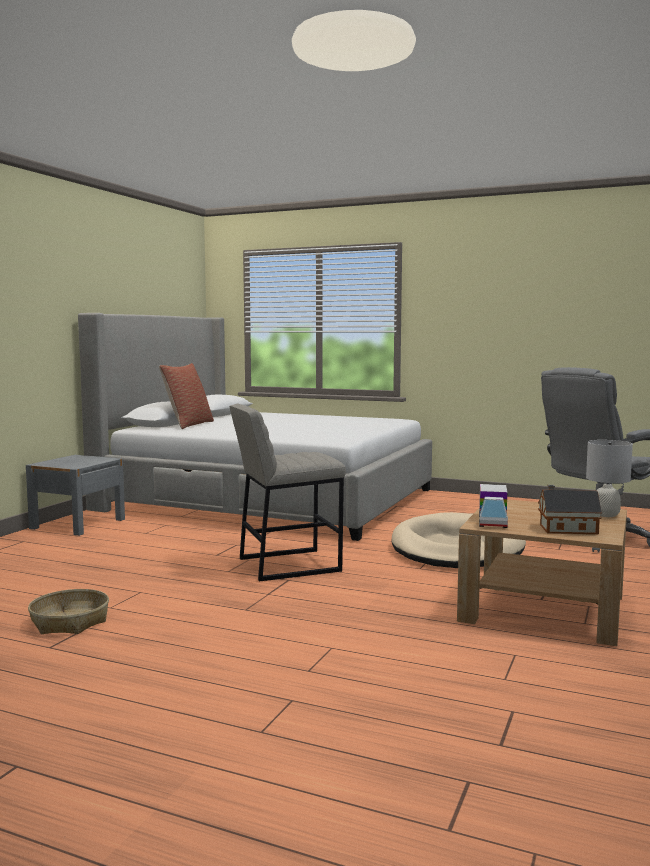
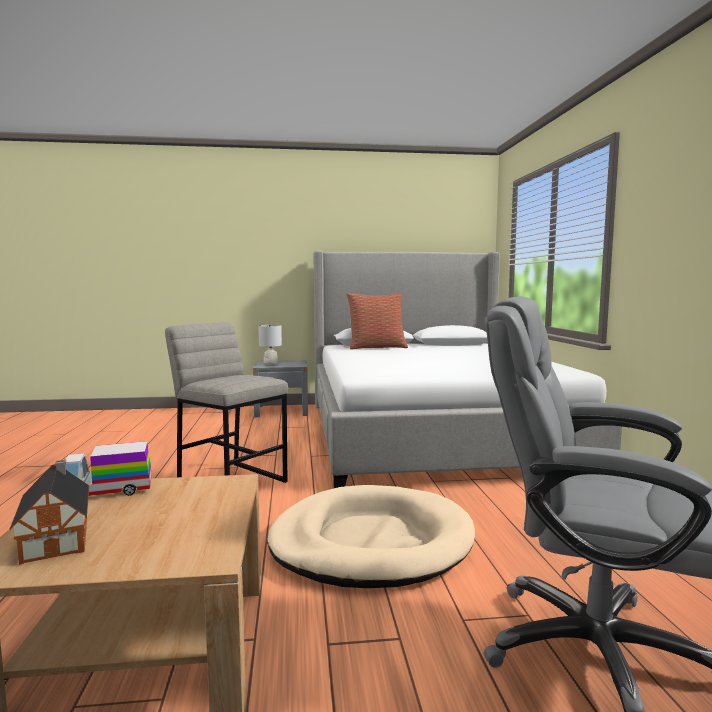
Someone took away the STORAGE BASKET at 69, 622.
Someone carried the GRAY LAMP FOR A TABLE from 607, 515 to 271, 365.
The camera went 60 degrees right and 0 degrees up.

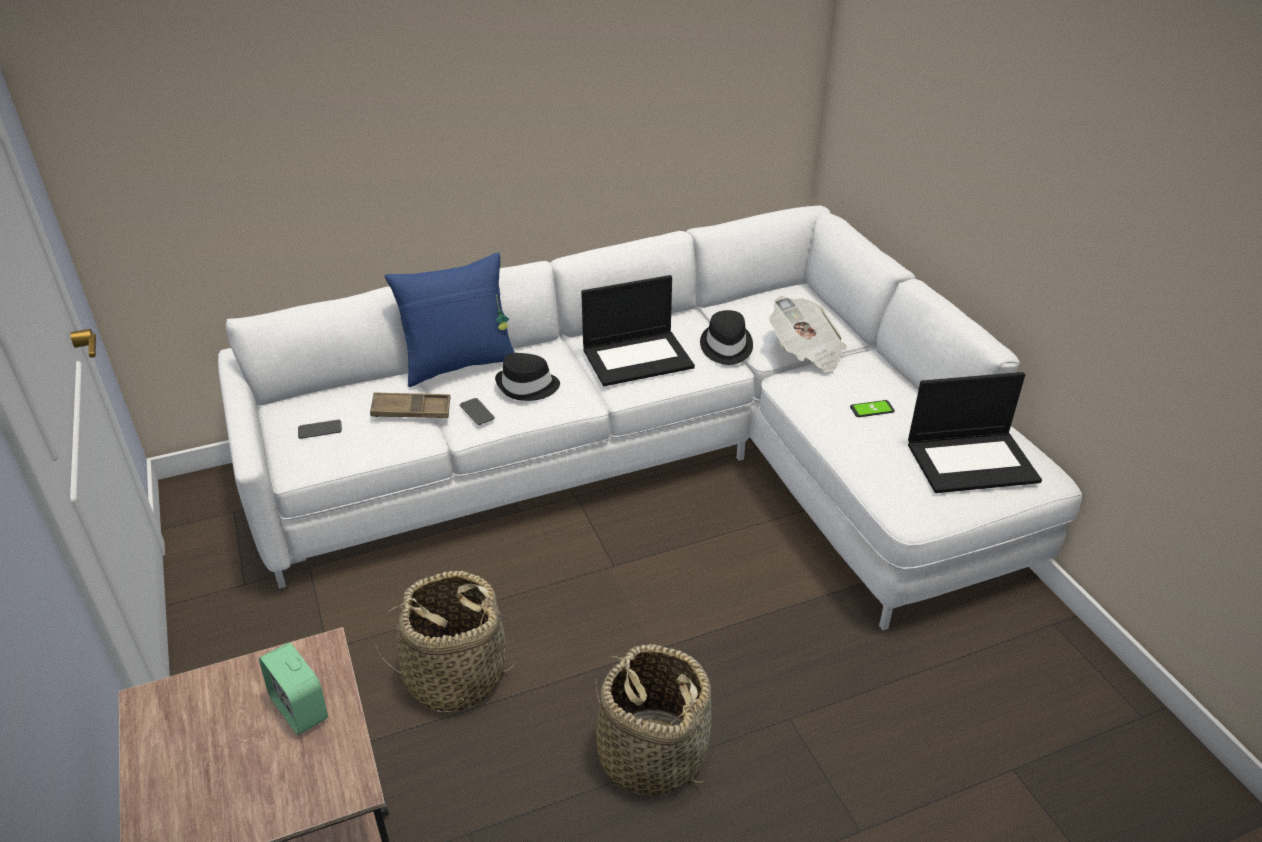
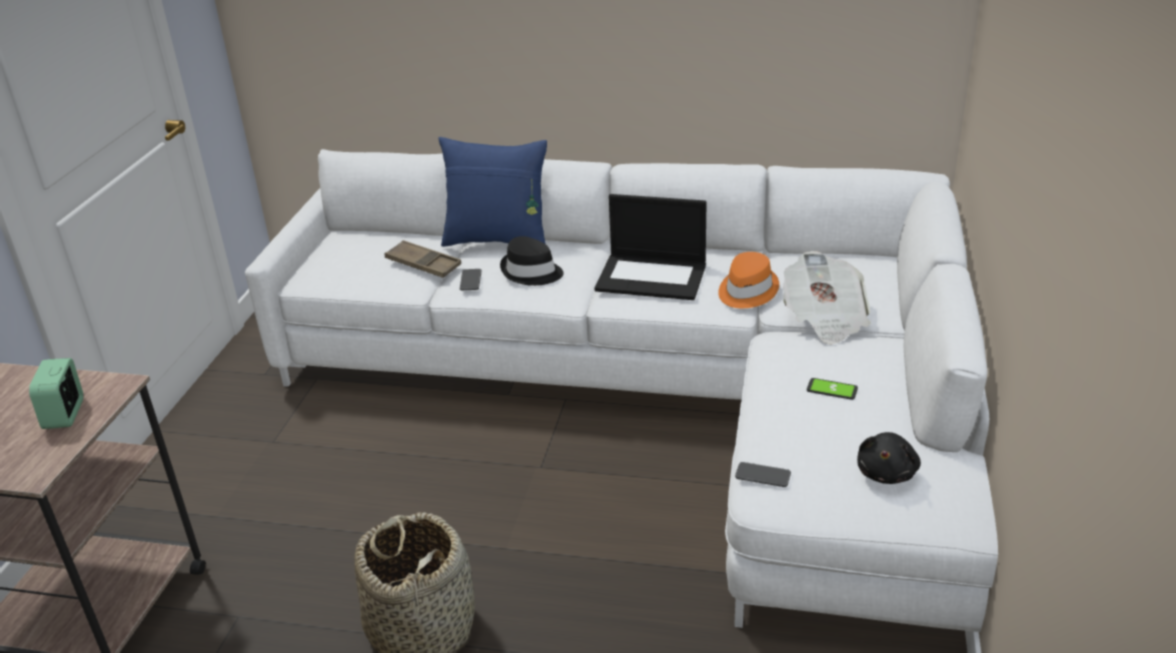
Someone carried the TELEPHONE from 320, 430 to 762, 475.
Someone took away the STORAGE BASKET at 455, 675.
Someone repainted the BLACK WEARABLE HAT at 726, 347, which became the ORANGE-COLOURED WEARABLE HAT at 746, 291.
Someone swapped the LAPTOP at 972, 461 for the BLACK PLUSH TOY at 887, 473.
The camera went 35 degrees right and 5 degrees down.

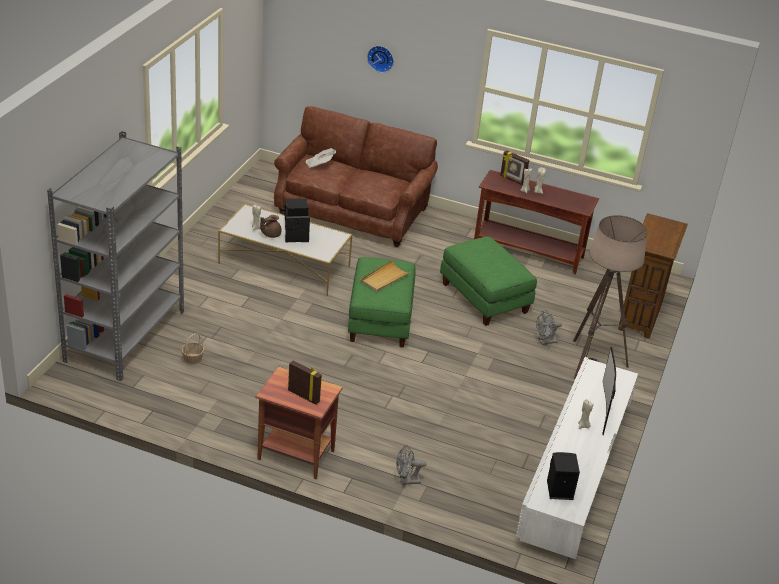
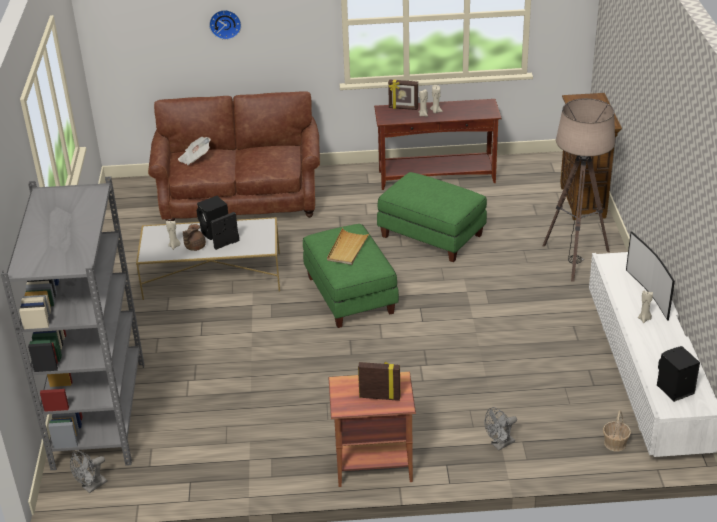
Someone carried the STORAGE BASKET from 192, 360 to 615, 443.
Someone carried the GRAY ELECTRIC FAN from 545, 342 to 91, 487.
The camera went 20 degrees left and 0 degrees up.

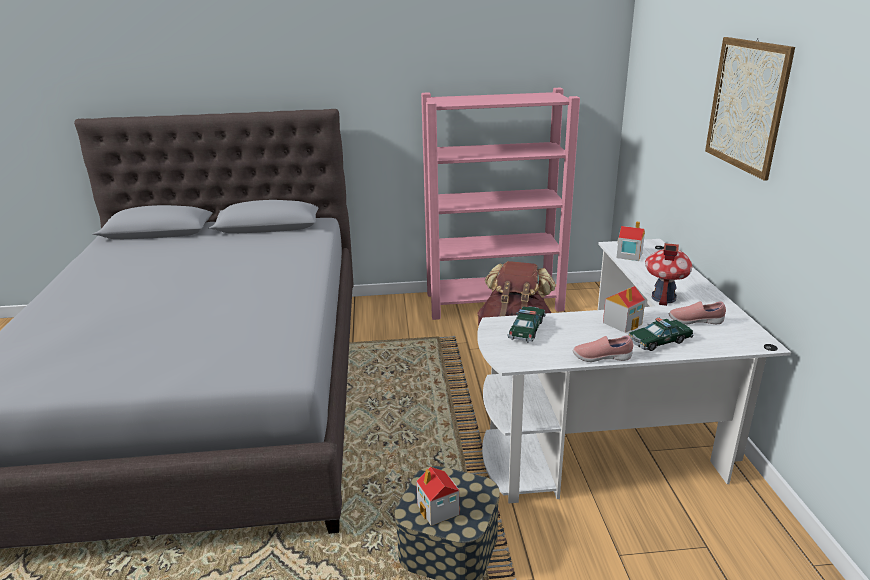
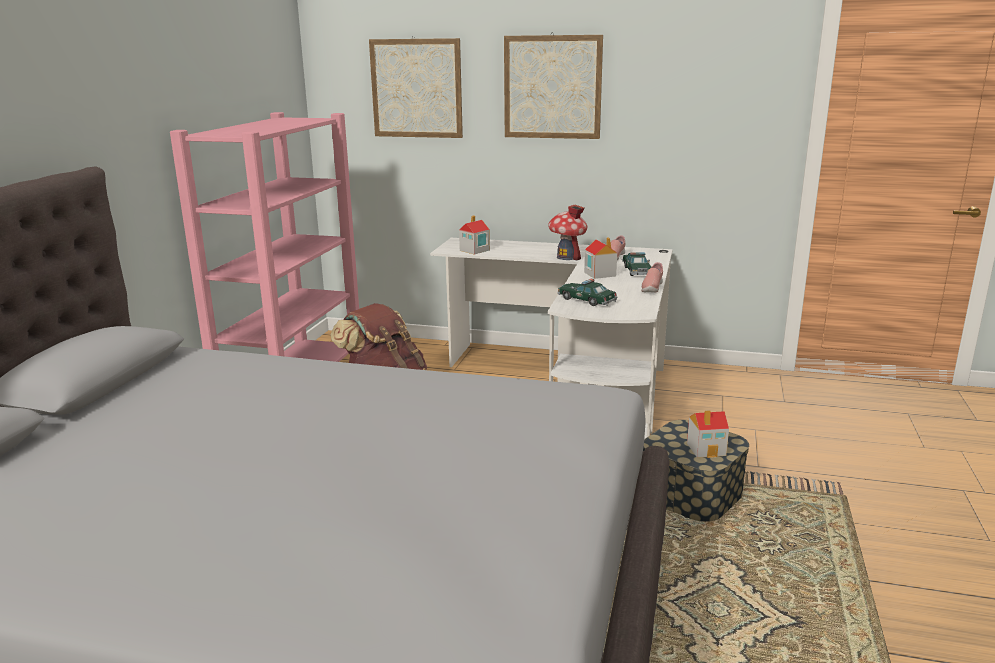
Someone put up the WALL ART at 416, 87.
The camera went 70 degrees left and 5 degrees down.

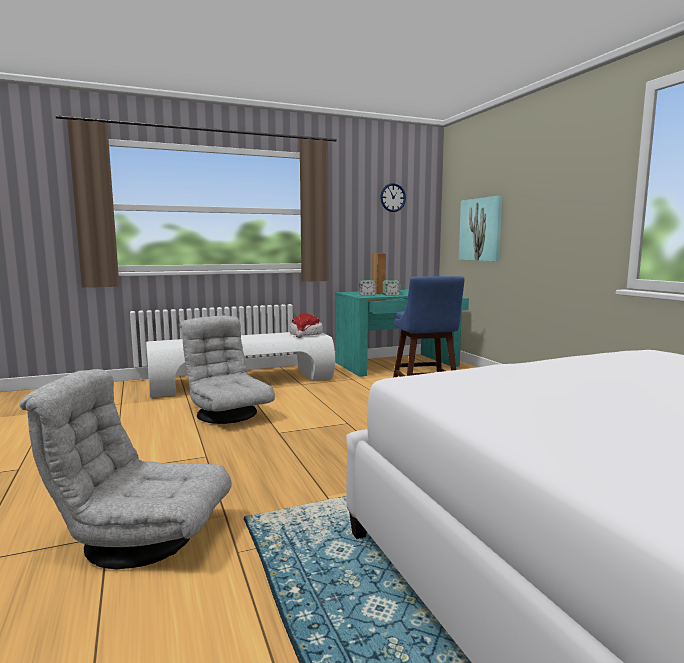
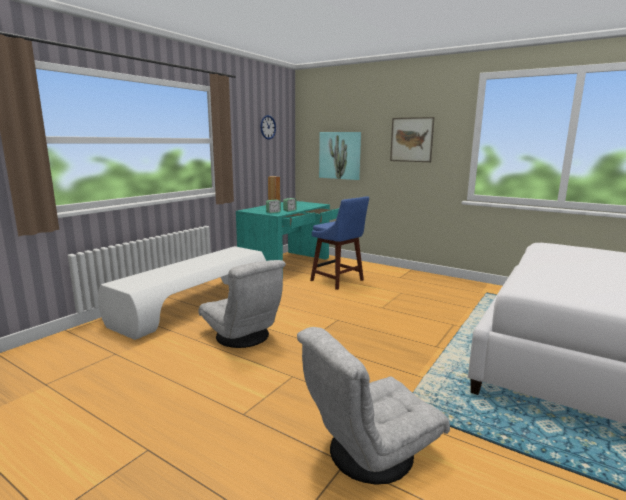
Someone rotated the GRAY EASY CHAIR at 229, 414 by 150 degrees counterclockwise.
Someone took away the WEARABLE HAT at 305, 334.
Someone put up the WALL ART at 411, 139.
The camera went 35 degrees left and 5 degrees up.

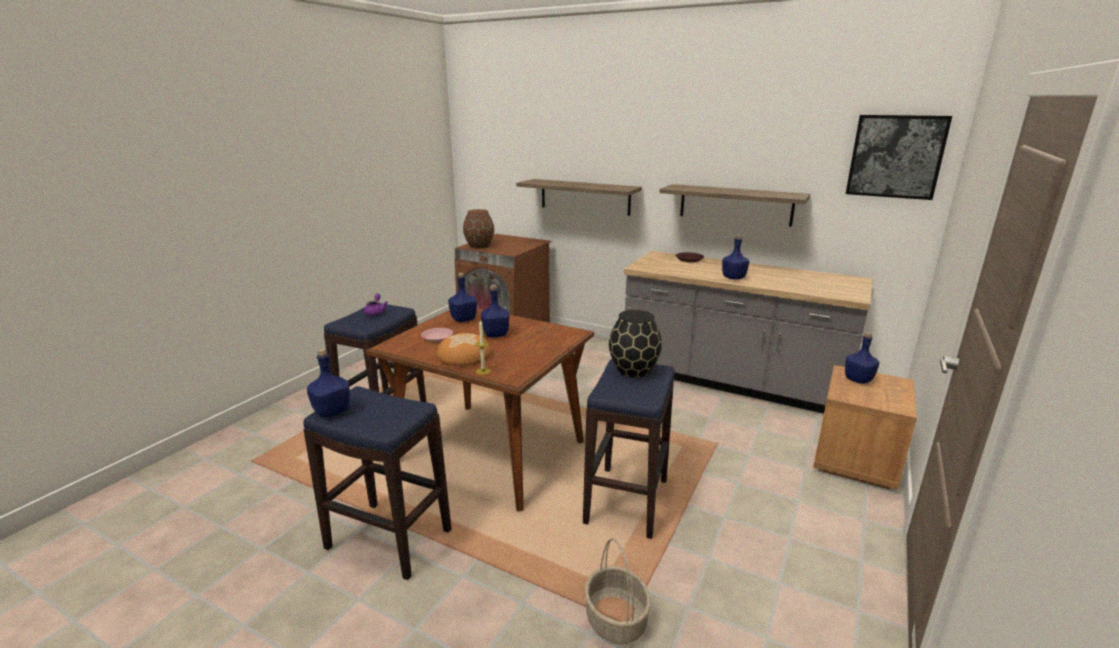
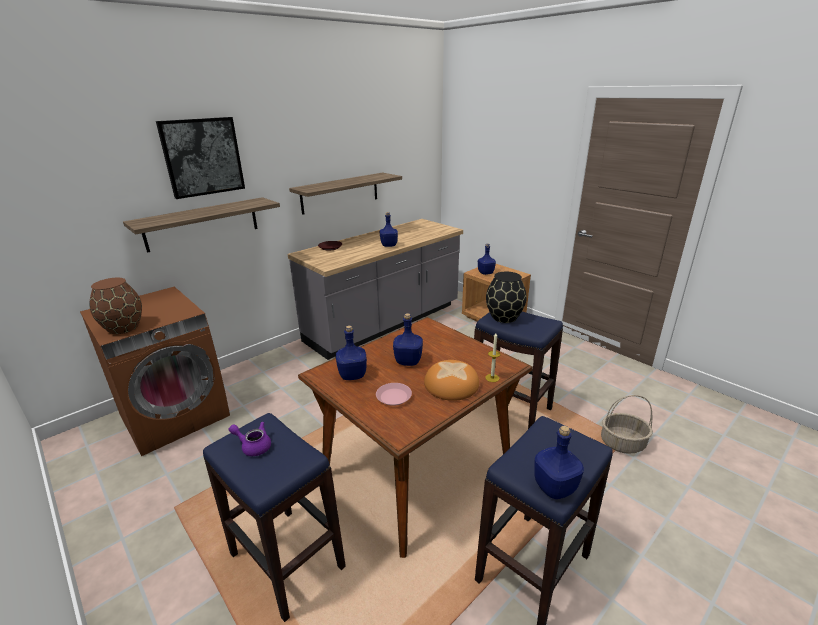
Someone carried the WALL ART from 895, 156 to 202, 157.
The camera went 70 degrees left and 5 degrees up.

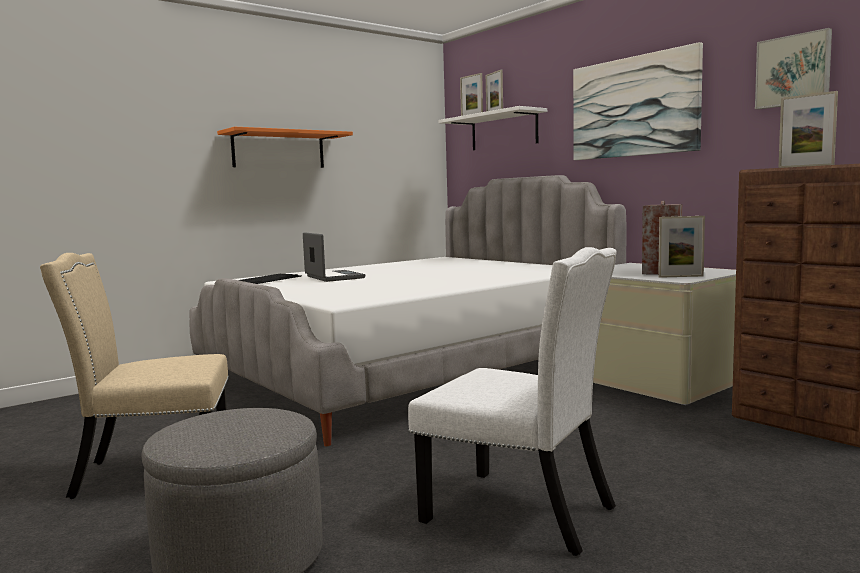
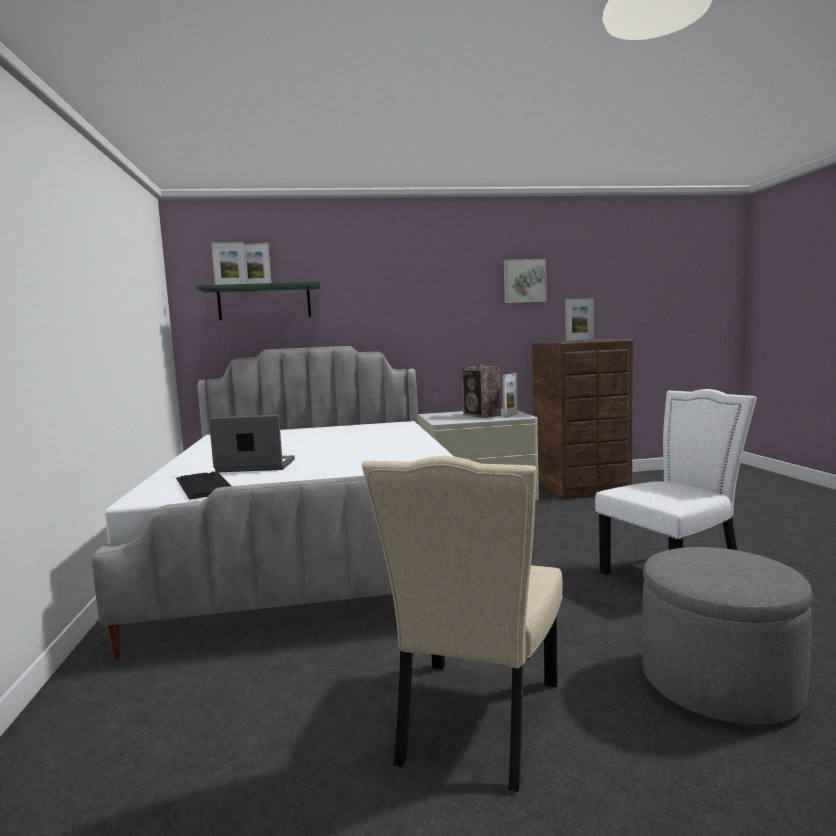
Someone took away the ORANGE-COLOURED WALL SHELF at 278, 150.
Someone repainted the WHITE-COLOURED WALL SHELF at 504, 131, which became the GREEN WALL SHELF at 264, 302.
Someone took away the WALL ART at 634, 107.
The camera went 60 degrees left and 0 degrees up.

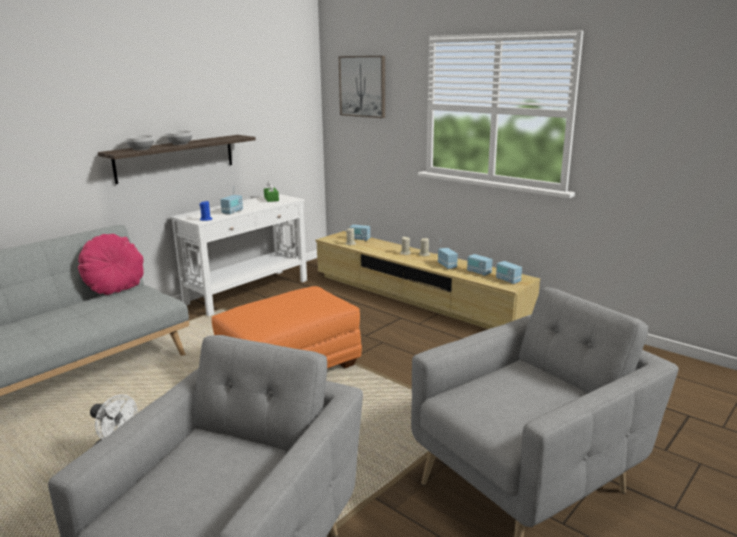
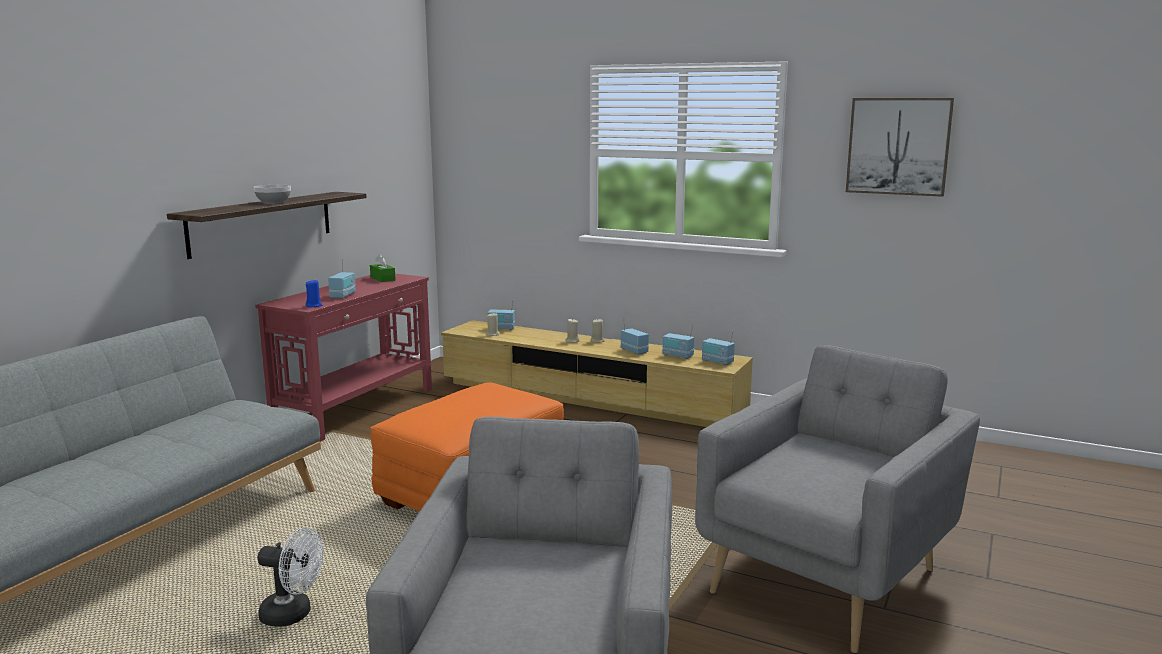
Someone took away the PINK-COLOURED PILLOW at 115, 290.
Someone took away the BOWL at 141, 149.
Someone repainted the WHITE-COLOURED HALL TABLE at 248, 292, which became the RED-COLOURED HALL TABLE at 357, 409.
Someone carried the WALL ART from 363, 86 to 898, 146.
The camera went 15 degrees left and 5 degrees down.

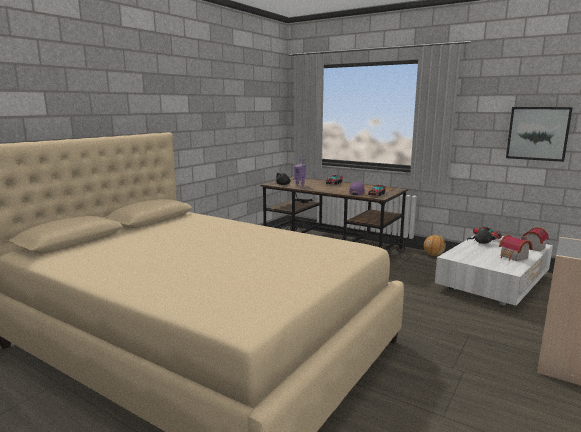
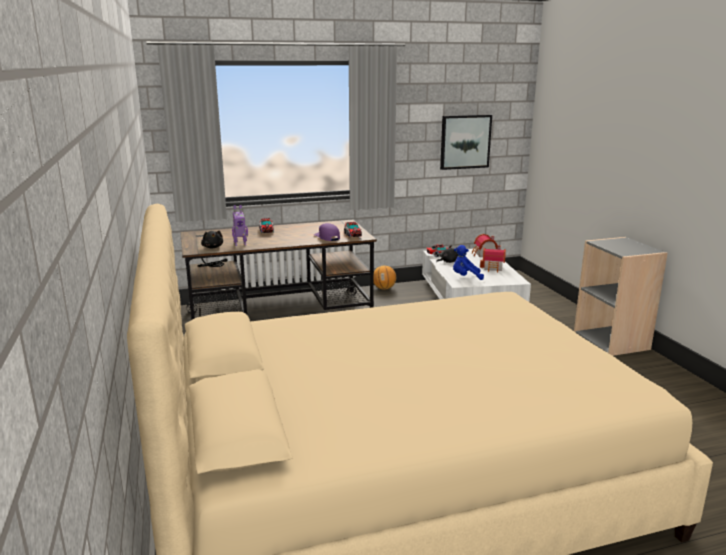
Someone put down the BLUE PLUSH TOY at 465, 277.
The camera went 50 degrees left and 5 degrees up.

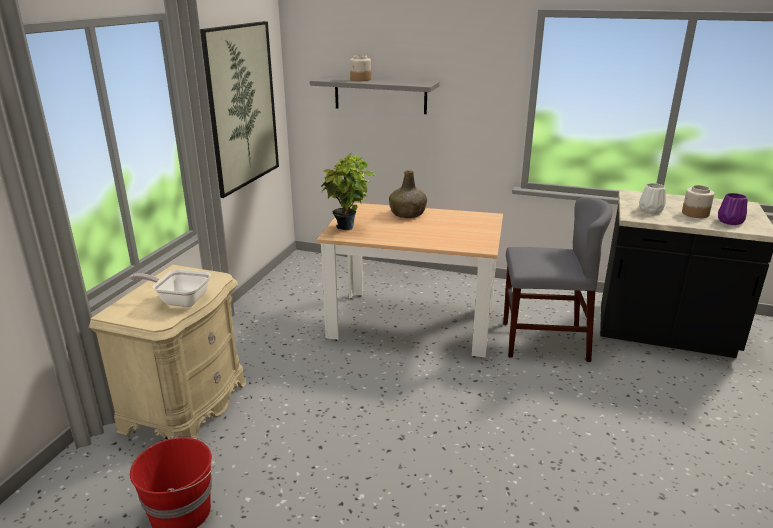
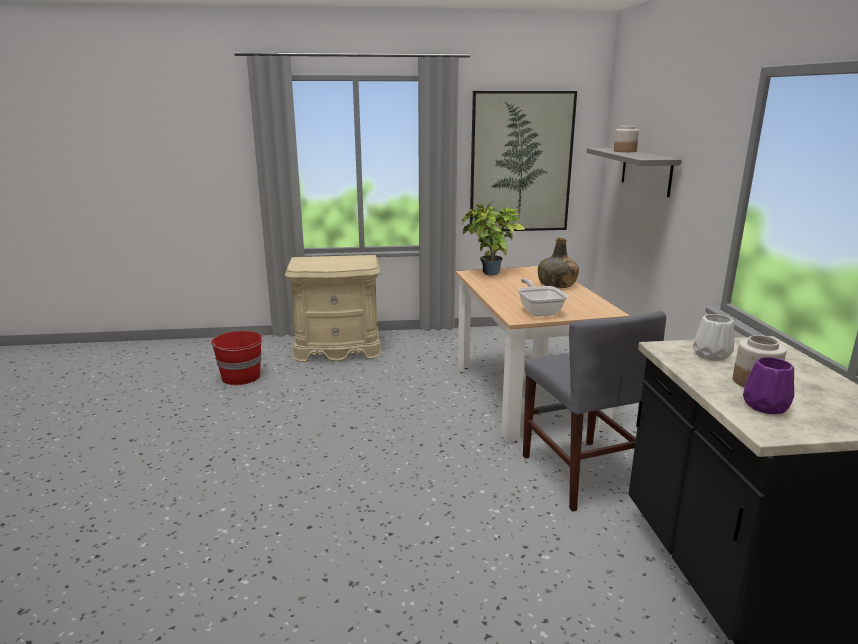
Someone carried the SKILLET from 180, 300 to 539, 311.
The camera went 65 degrees right and 5 degrees down.

